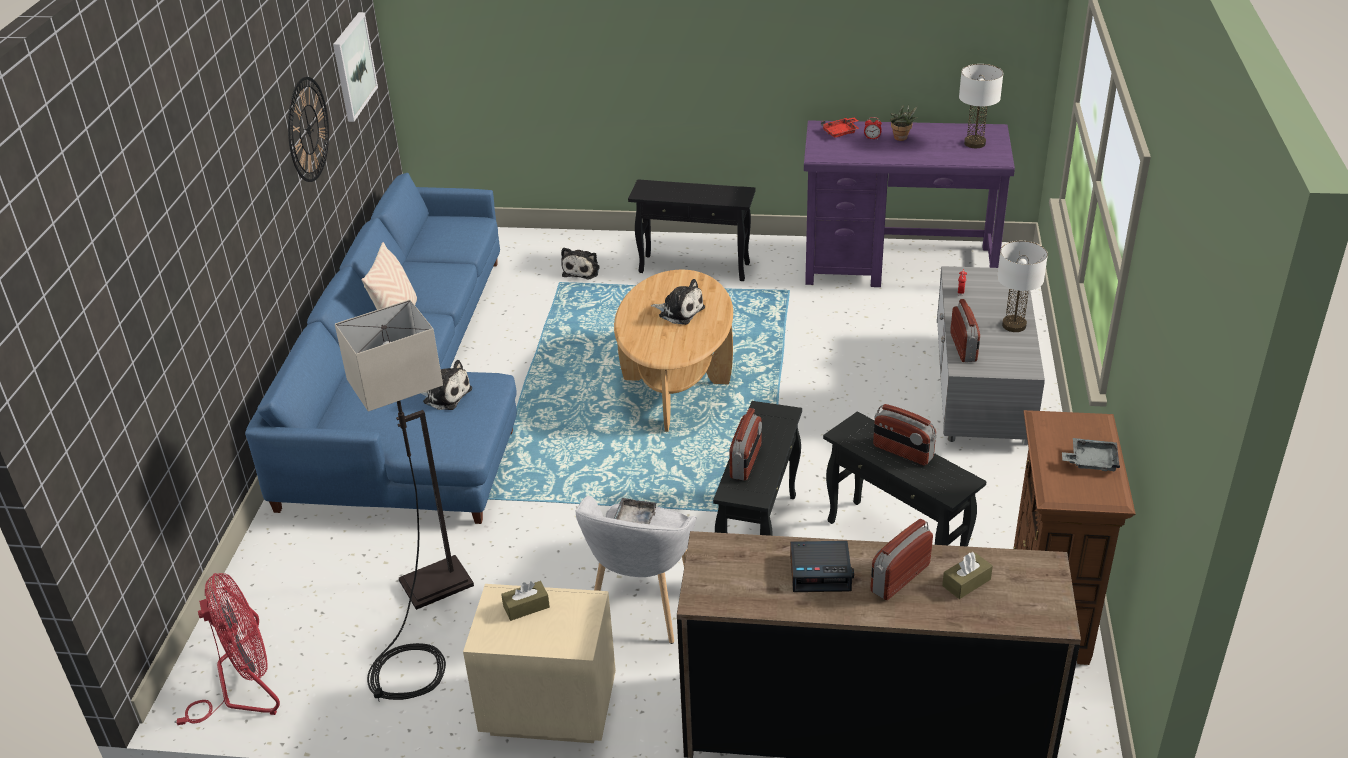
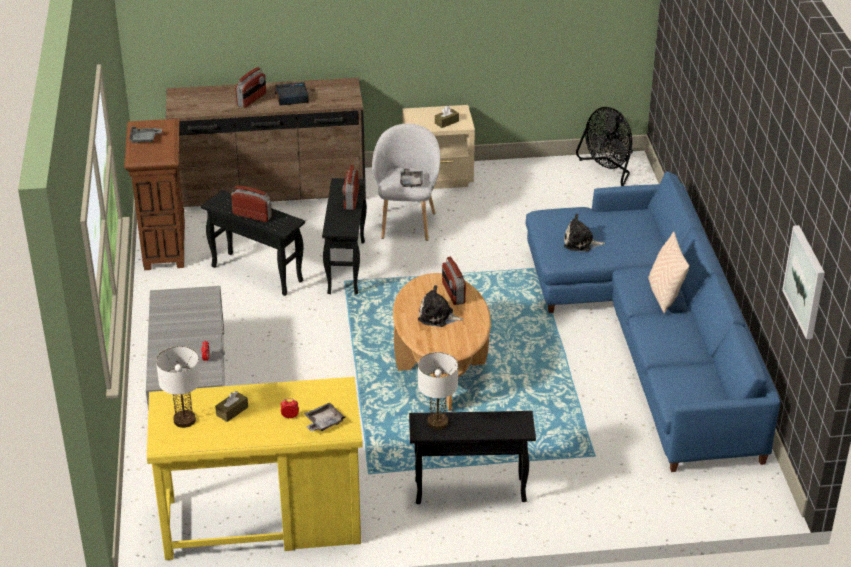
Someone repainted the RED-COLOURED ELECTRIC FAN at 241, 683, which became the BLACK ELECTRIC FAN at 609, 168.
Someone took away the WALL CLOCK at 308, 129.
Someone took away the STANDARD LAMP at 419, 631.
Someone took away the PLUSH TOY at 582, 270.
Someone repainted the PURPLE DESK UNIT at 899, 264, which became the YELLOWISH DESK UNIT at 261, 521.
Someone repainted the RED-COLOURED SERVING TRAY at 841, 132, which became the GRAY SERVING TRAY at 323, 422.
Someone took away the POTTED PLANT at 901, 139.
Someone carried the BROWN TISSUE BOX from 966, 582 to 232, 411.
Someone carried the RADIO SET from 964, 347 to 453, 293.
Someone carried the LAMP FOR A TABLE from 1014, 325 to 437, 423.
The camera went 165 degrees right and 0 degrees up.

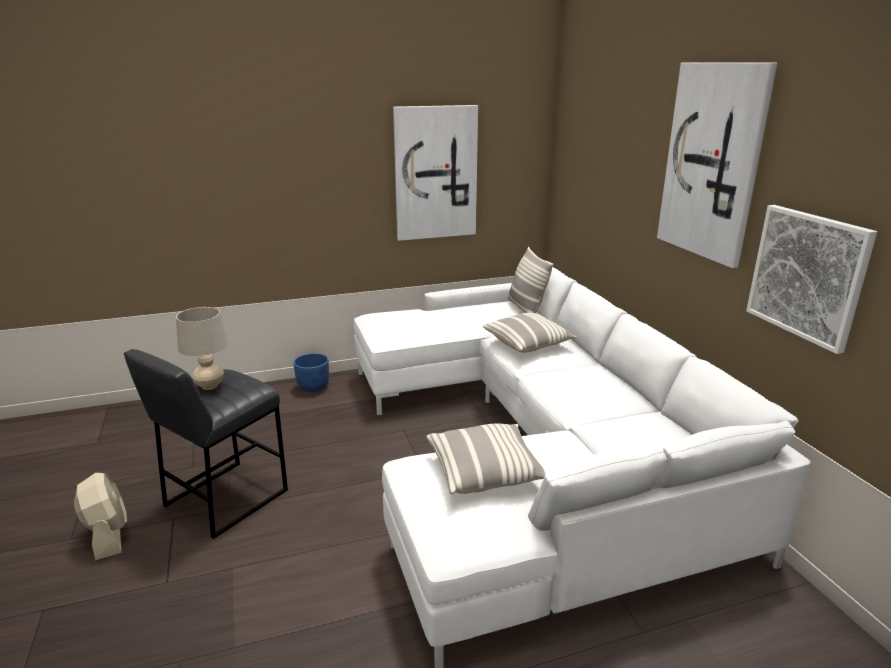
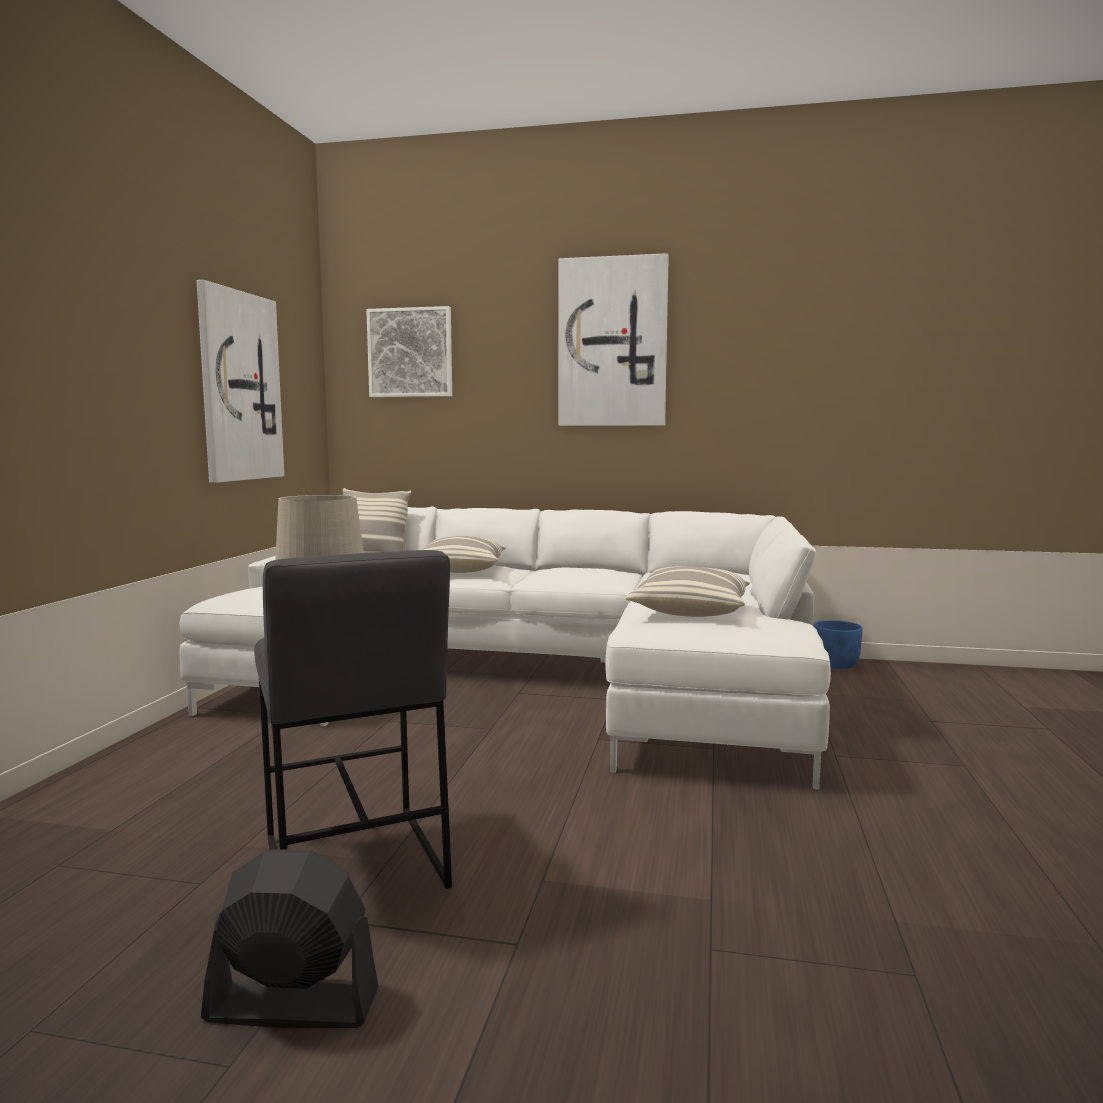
Someone repainted the SAND-COLOURED ELECTRIC FAN at 108, 535, which became the BLACK ELECTRIC FAN at 291, 1005.
Someone carried the BLUE PLANT POT from 313, 387 to 836, 665.
Someone carried the WALL ART from 807, 275 to 410, 353.
The camera went 60 degrees left and 15 degrees down.

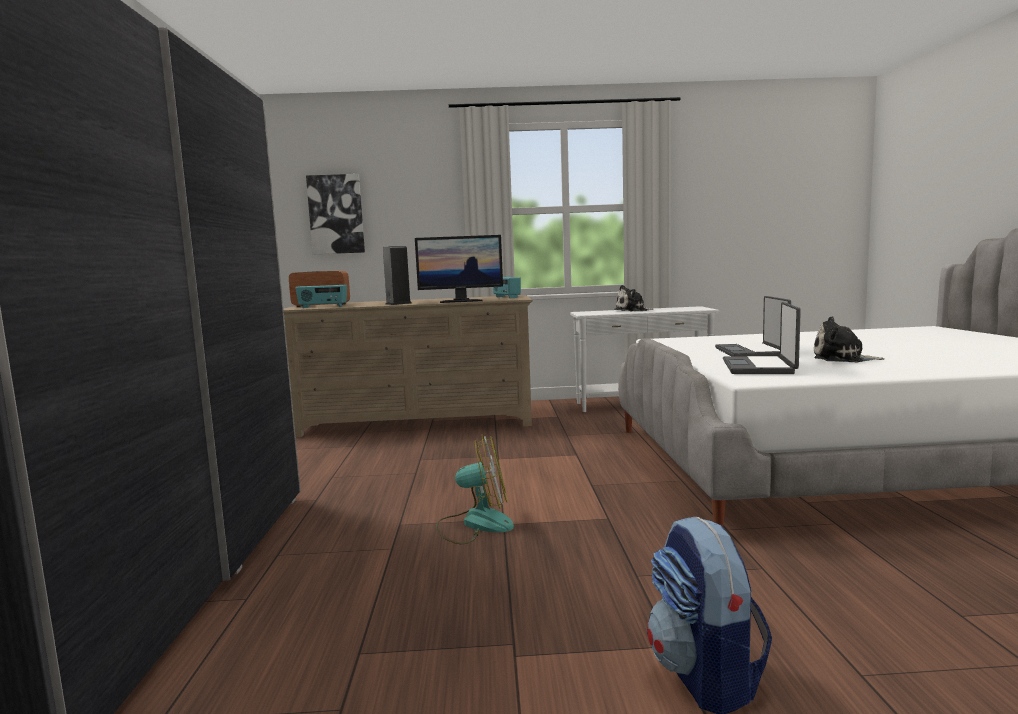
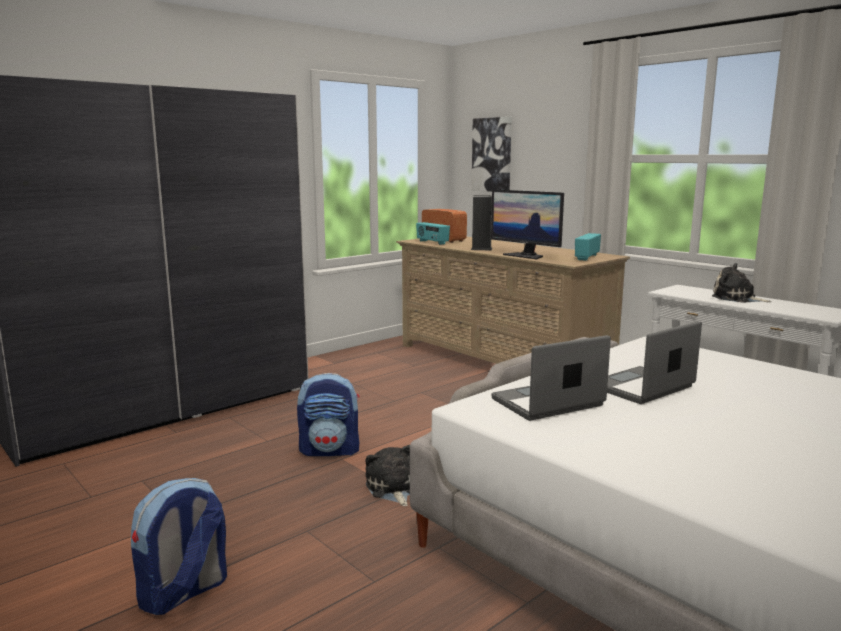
Someone swapped the ELECTRIC FAN at 475, 524 for the RUCKSACK at 330, 450.
Someone carried the PLUSH TOY from 842, 359 to 392, 488.
The camera went 50 degrees right and 5 degrees up.

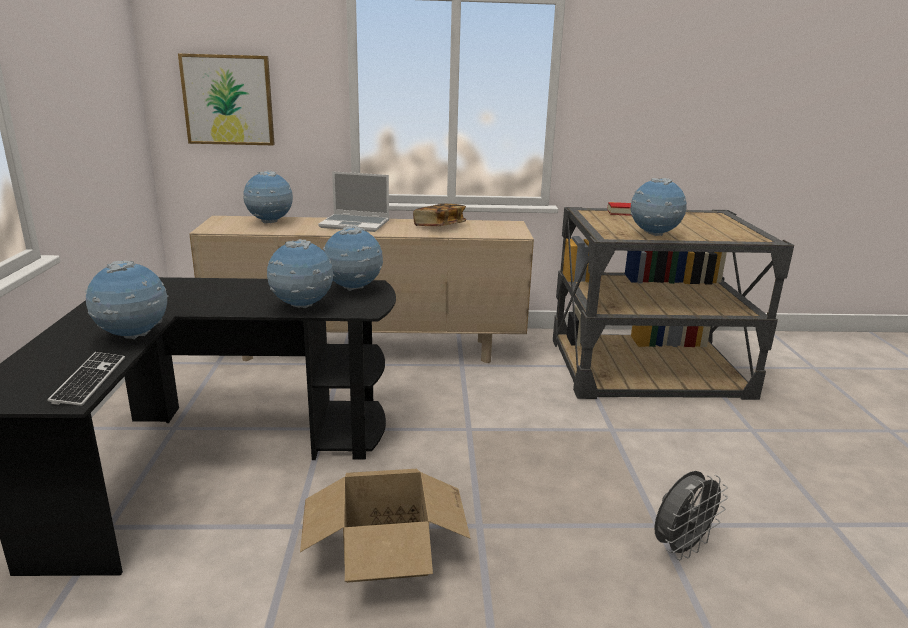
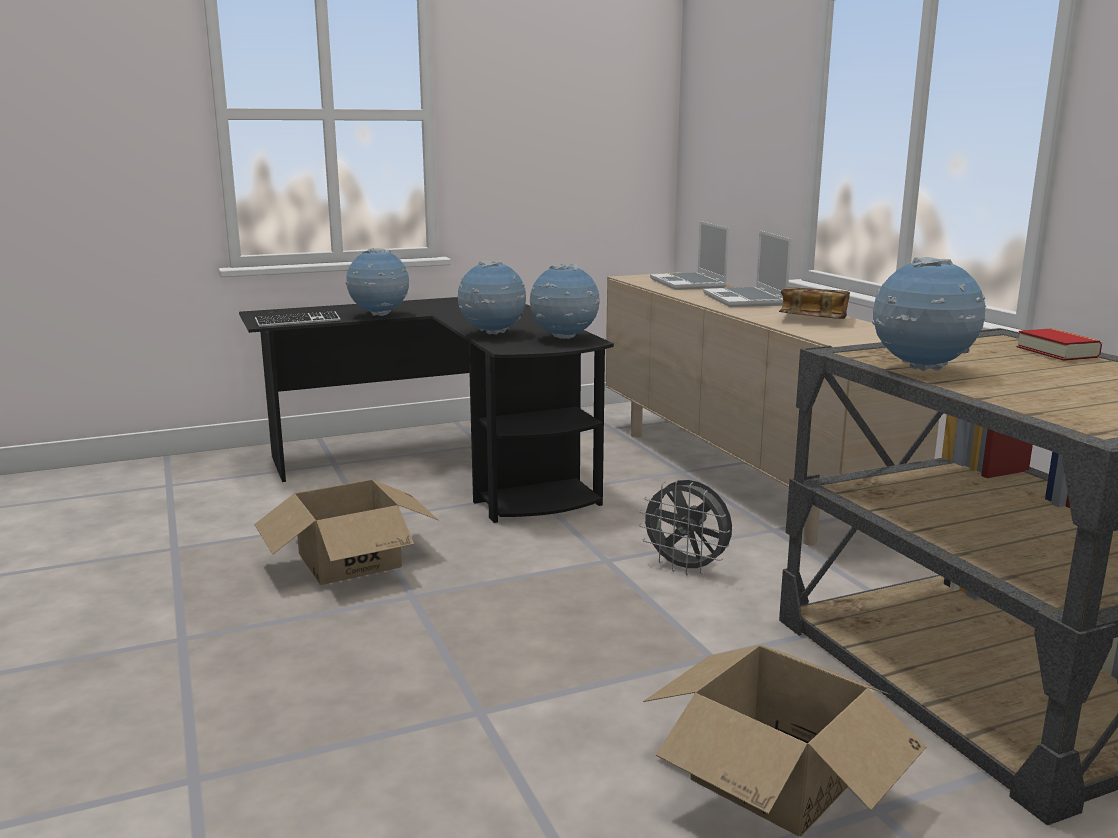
Someone took away the WALL ART at 228, 100.
Someone swapped the WORLD GLOBE at 270, 222 for the LAPTOP at 689, 283.
Someone carried the GRAY ELECTRIC FAN from 681, 548 to 686, 568.
Someone put down the CARTON at 776, 777.
The camera went 70 degrees right and 5 degrees down.

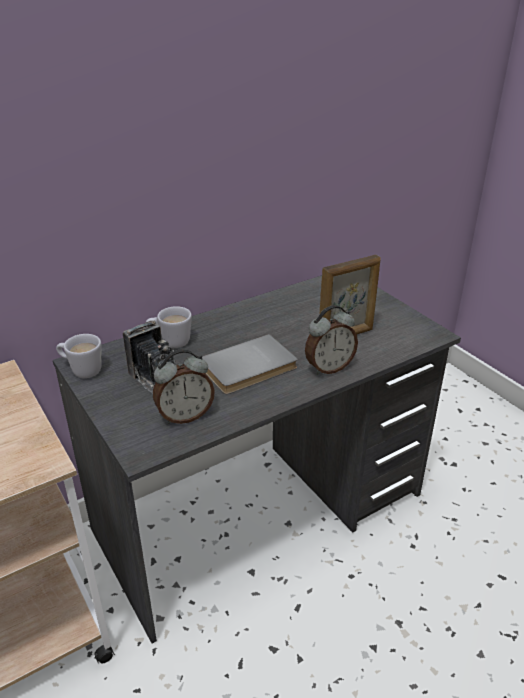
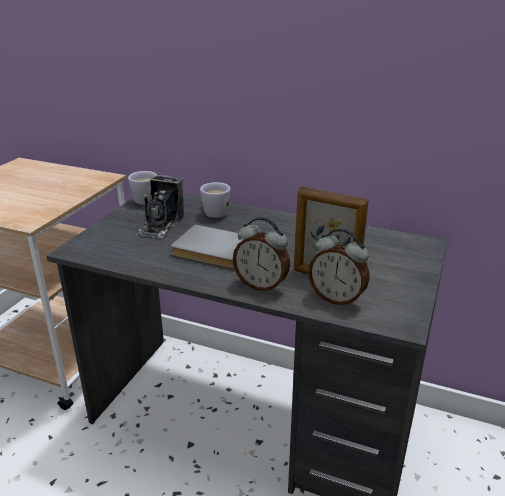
Someone carried the ALARM CLOCK from 185, 416 to 337, 298.
The camera went 55 degrees right and 5 degrees down.

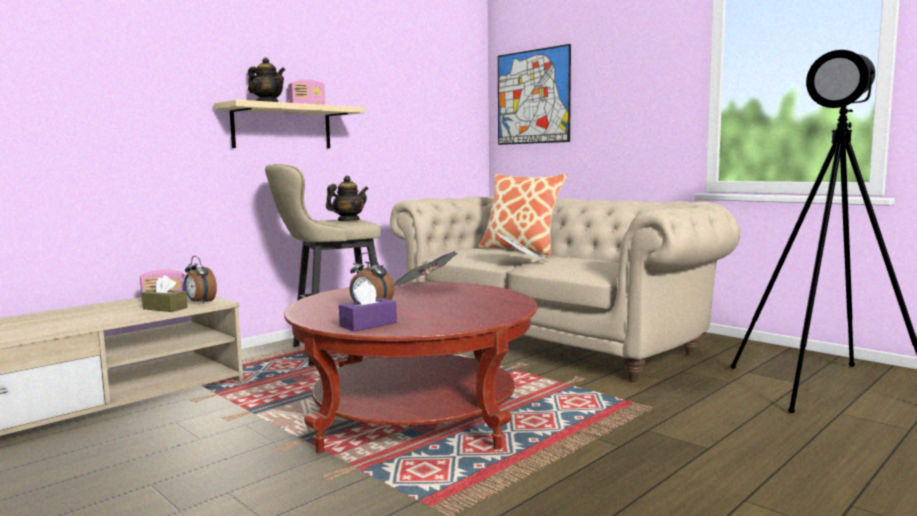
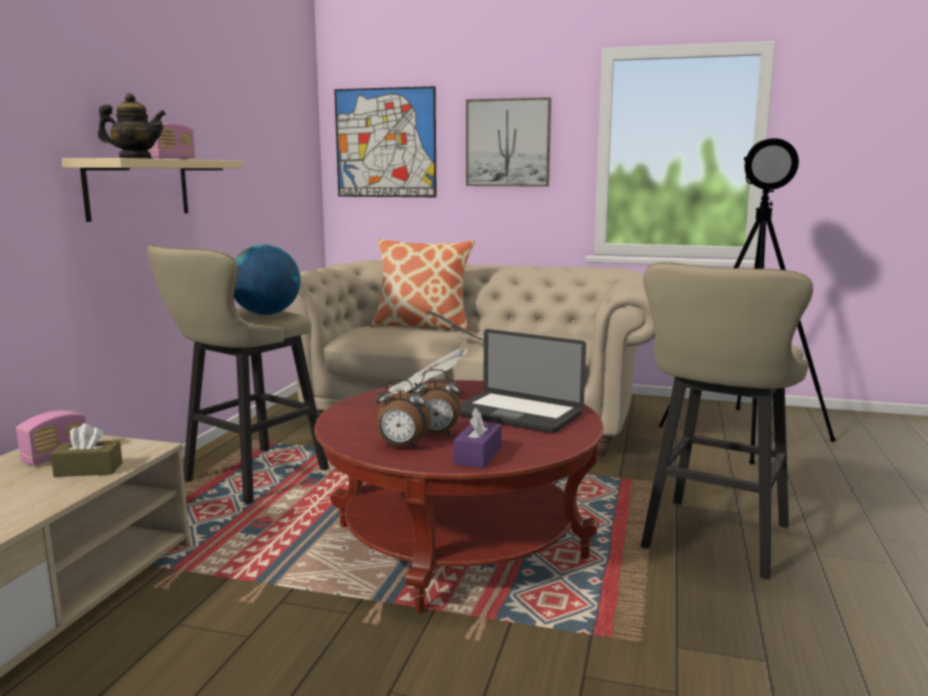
Someone carried the ALARM CLOCK from 200, 302 to 401, 447.
Someone swapped the TEAPOT at 348, 221 for the WORLD GLOBE at 266, 314.
Someone put down the LAPTOP at 516, 414.
Someone put up the WALL ART at 508, 143.
Someone put down the SAND-COLOURED SITTING STOOL at 712, 544.
The camera went 30 degrees left and 5 degrees up.

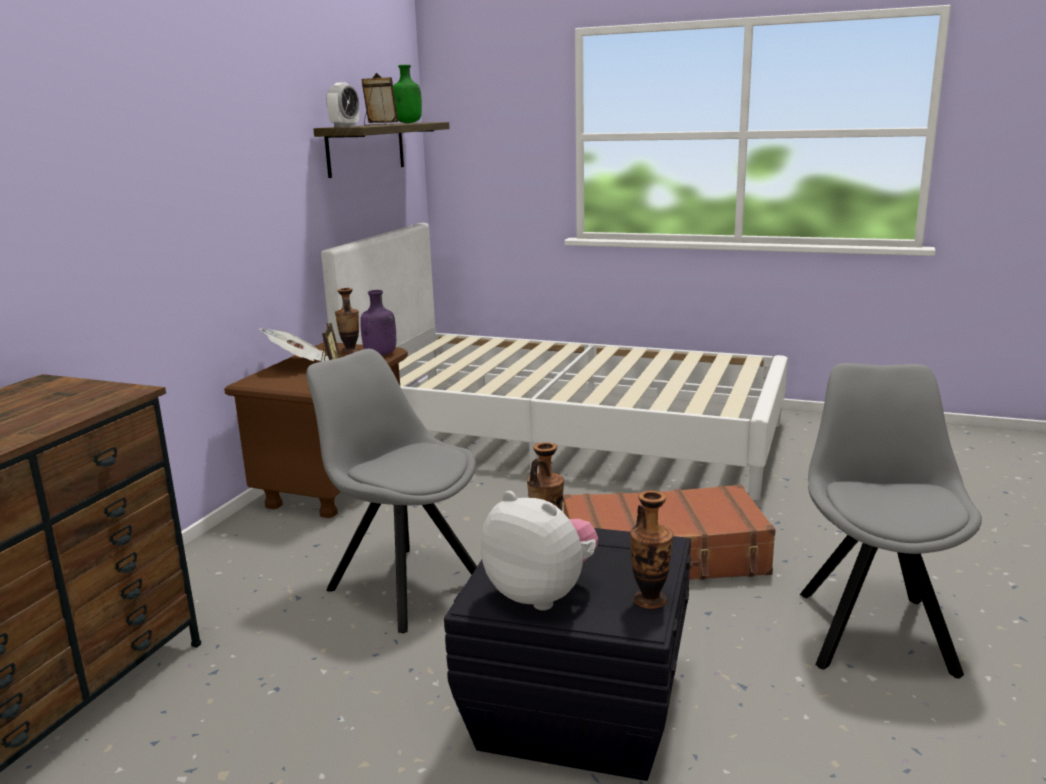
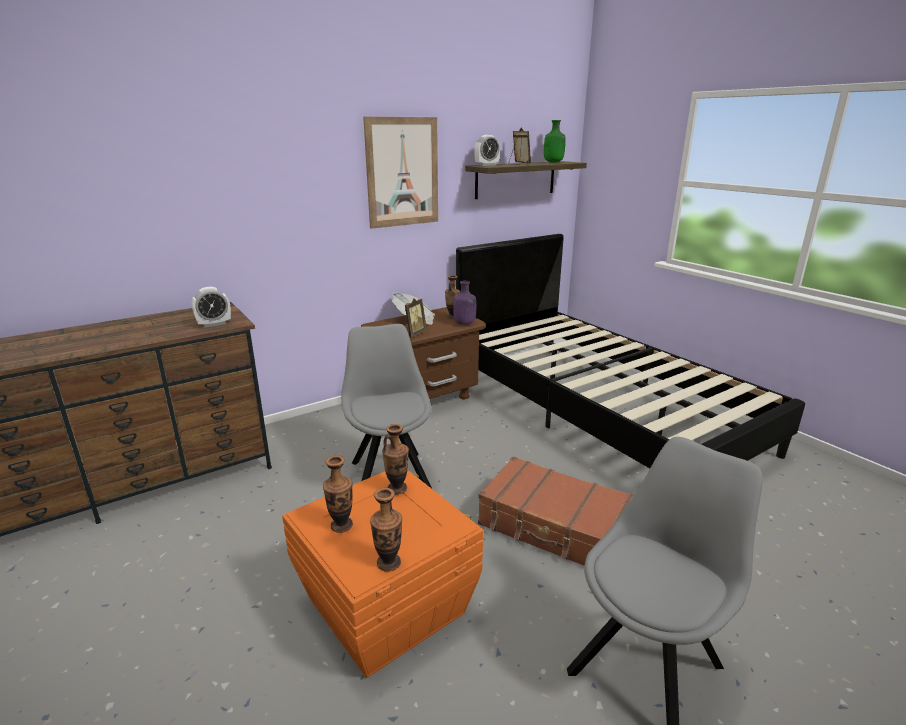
Someone repainted the WHITE-COLOURED BEDROOM BED at 565, 436, which became the BLACK BEDROOM BED at 598, 410.
Someone repainted the BLACK STORAGE BOX at 576, 706, which became the ORANGE-COLOURED STORAGE BOX at 386, 604.
Someone swapped the PLUSH TOY at 542, 594 for the FLOWER VASE at 341, 525.
Someone put down the ALARM CLOCK at 214, 324.
Someone put up the WALL ART at 402, 172.
The camera went 35 degrees right and 5 degrees up.

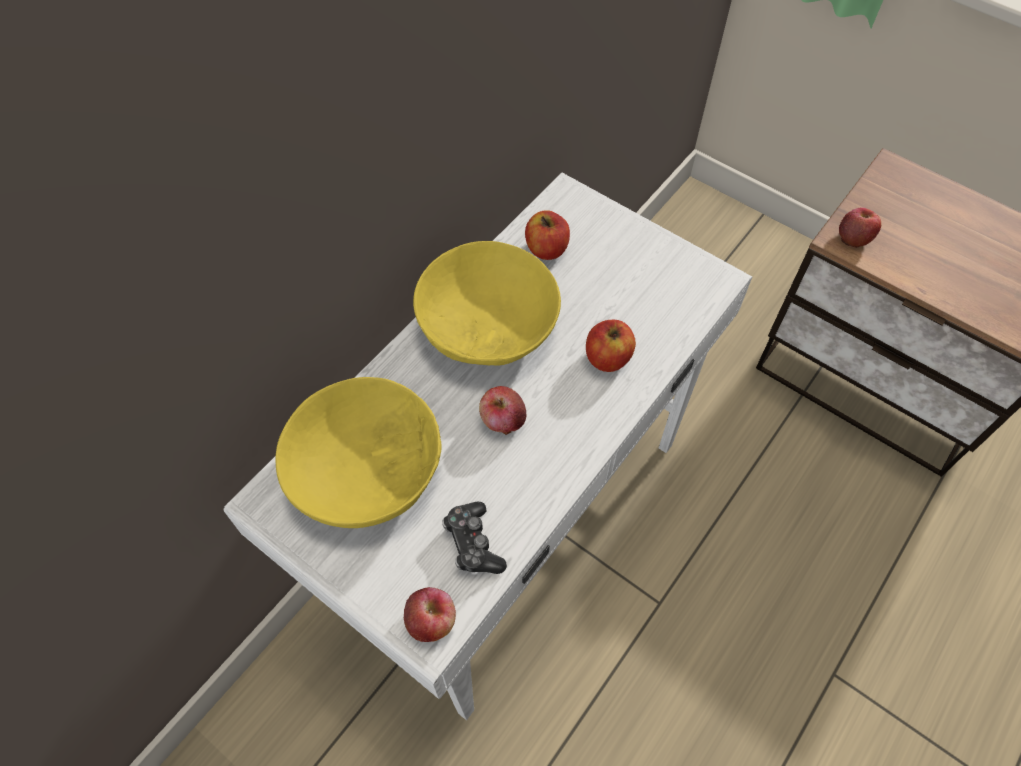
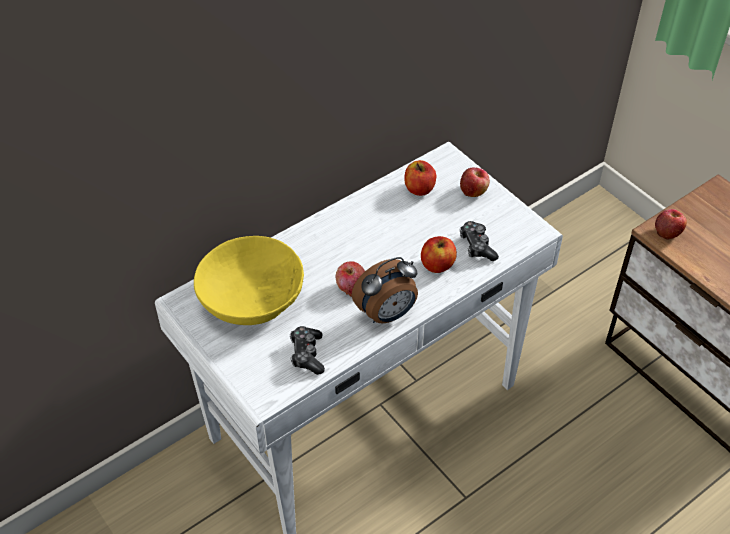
Someone carried the APPLE FRUIT from 431, 621 to 473, 191.
Someone took away the YELLOWISH BOWL at 488, 326.
Someone put down the ALARM CLOCK at 387, 314.
Someone put down the GAMEPAD at 477, 246.
The camera went 15 degrees right and 10 degrees down.

